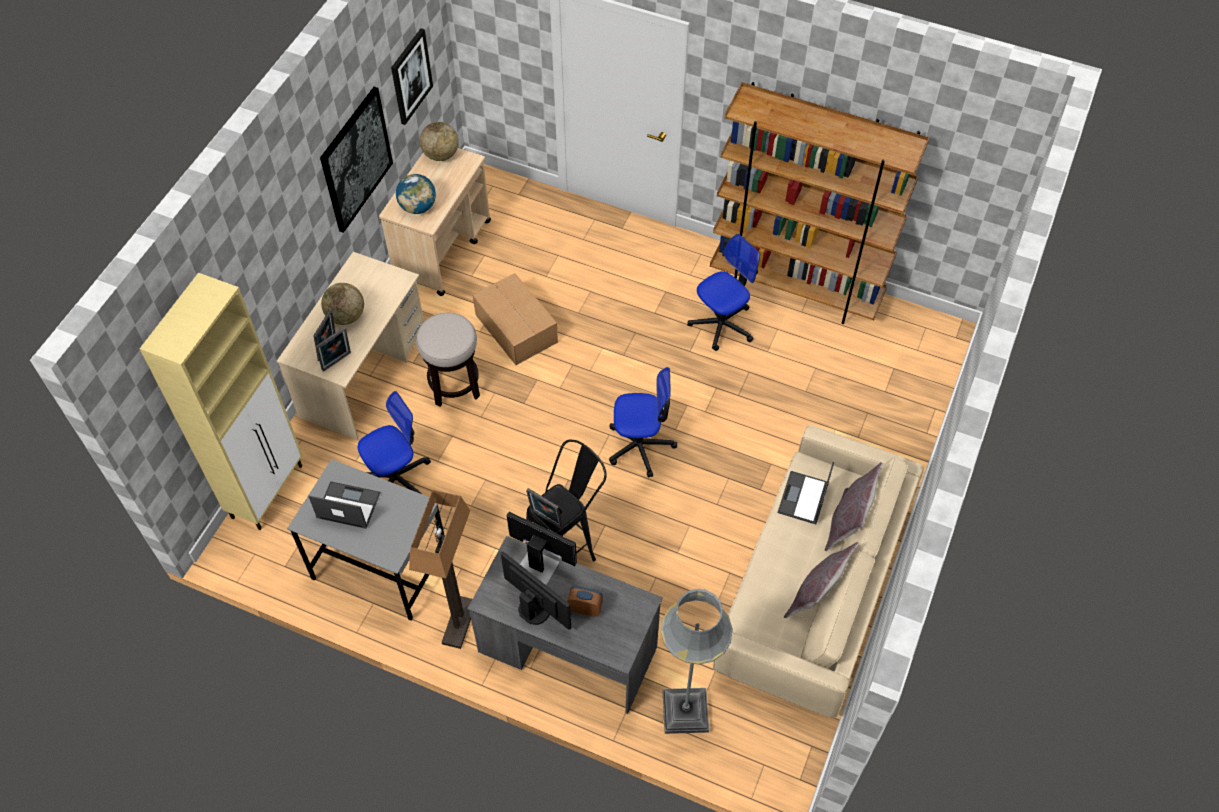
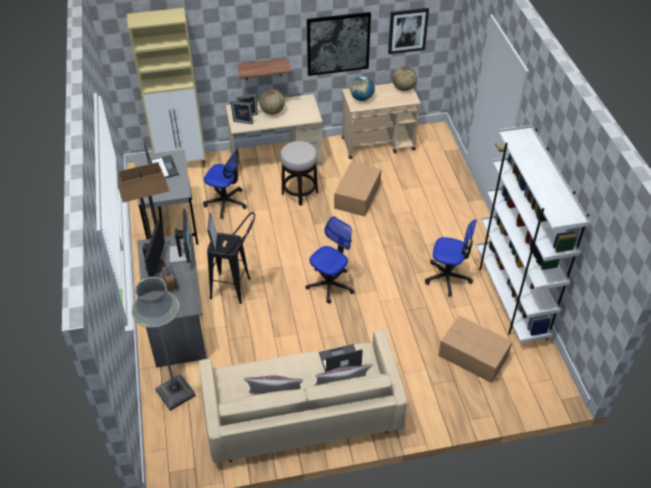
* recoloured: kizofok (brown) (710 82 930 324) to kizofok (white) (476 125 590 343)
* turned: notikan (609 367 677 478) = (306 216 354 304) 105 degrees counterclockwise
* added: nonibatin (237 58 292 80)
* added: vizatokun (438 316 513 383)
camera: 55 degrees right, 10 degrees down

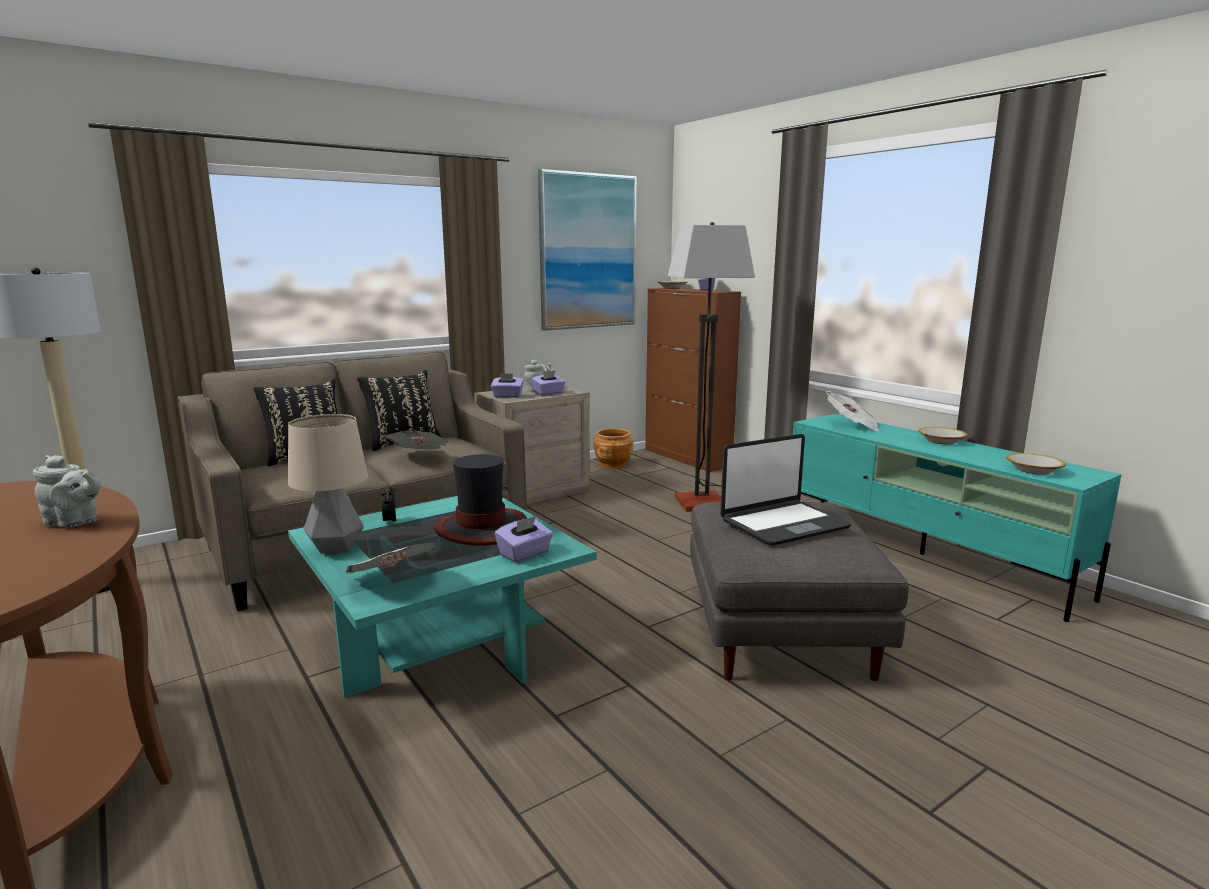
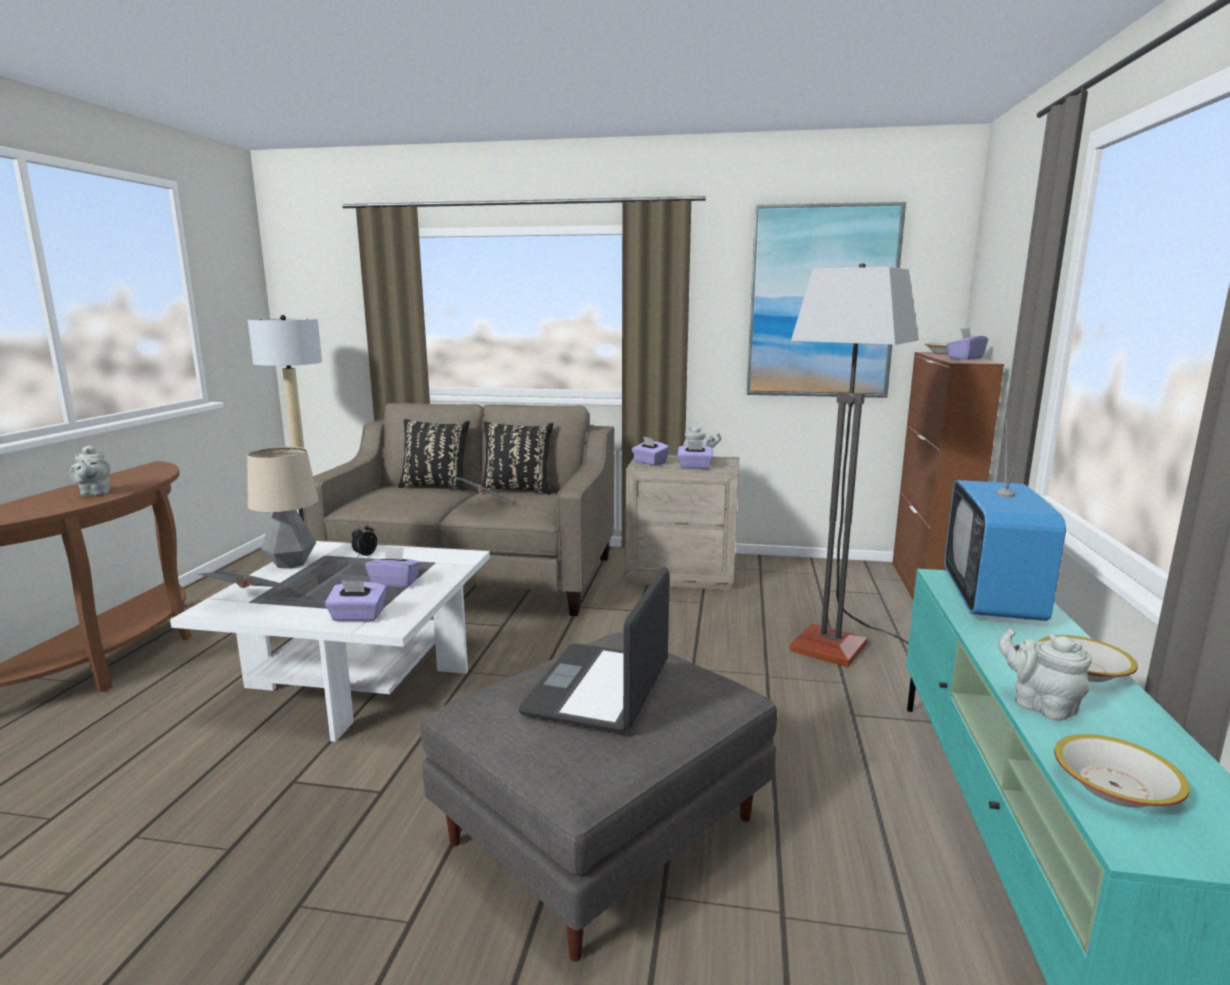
* replaced: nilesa (826 391 879 431) to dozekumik (945 417 1066 621)
* removed: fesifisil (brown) (593 429 634 469)
* turned: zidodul (720 434 851 546) = (519 567 670 733) 90 degrees clockwise
* replaced: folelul (434 454 527 546) to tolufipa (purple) (365 546 421 588)
* recoloured: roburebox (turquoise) (288 496 596 698) to roburebox (white) (170 541 490 742)
* added: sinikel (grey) (998 629 1092 721)
camera: 45 degrees right, 0 degrees up

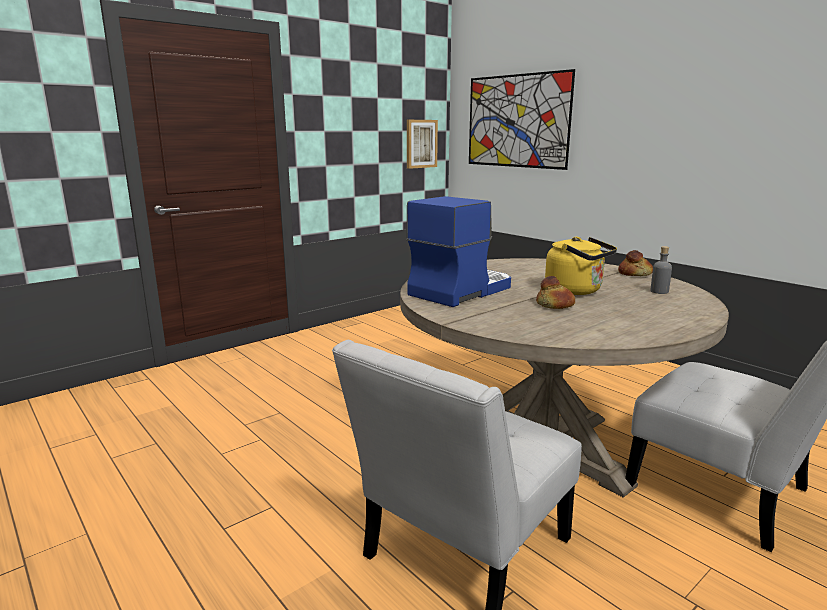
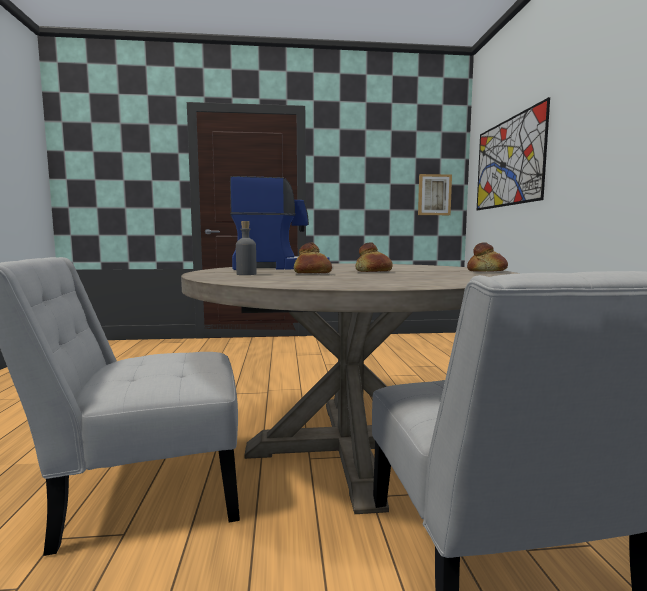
* replaced: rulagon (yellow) (545 237 617 295) to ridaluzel (356 242 393 272)
* moved: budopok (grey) (650 246 672 294) to (236 221 257 275)
camera: 35 degrees right, 10 degrees down

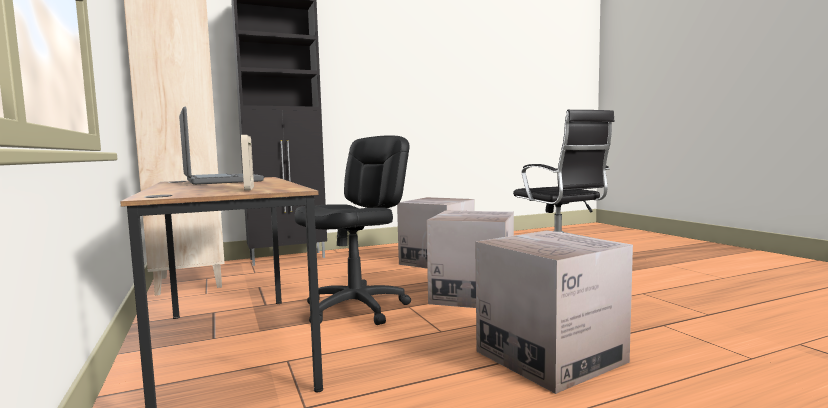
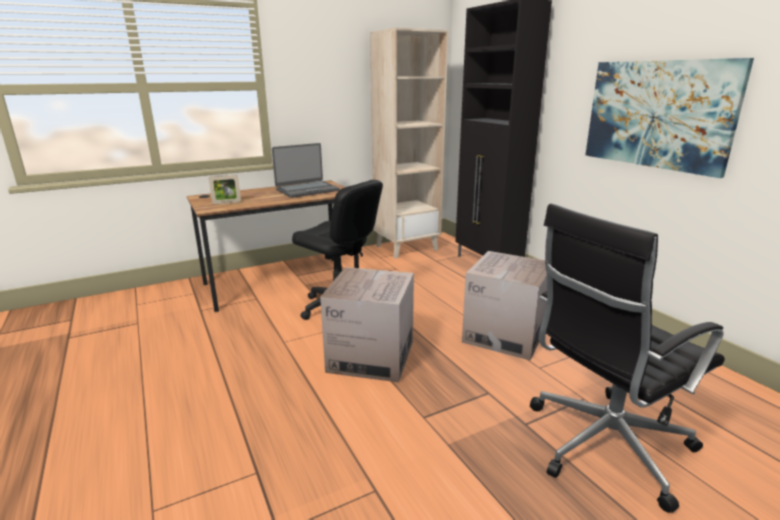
* removed: vizatokun (475 230 633 394)
* added: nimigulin (585 58 754 178)
camera: 85 degrees right, 15 degrees up

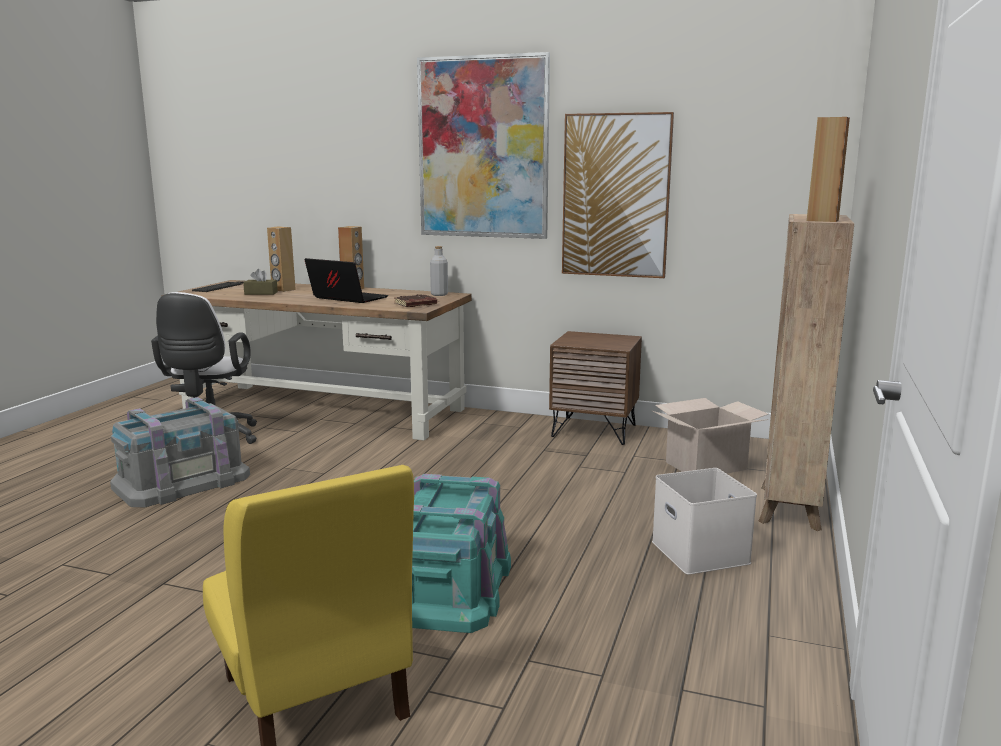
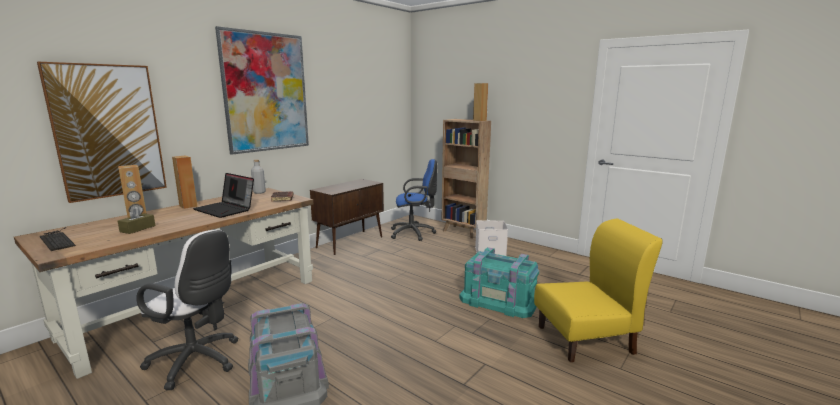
* moved: nimigulin (562 112 674 278) to (37 62 167 203)
* turned: zidodul (304 258 388 303) = (193 173 254 218) 105 degrees counterclockwise
* replaced: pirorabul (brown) (549 331 642 445) to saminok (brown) (310 179 384 255)
* replaced: vizatokun (652 398 768 474) to notikan (blue) (391 159 437 241)
camera: 70 degrees left, 0 degrees up

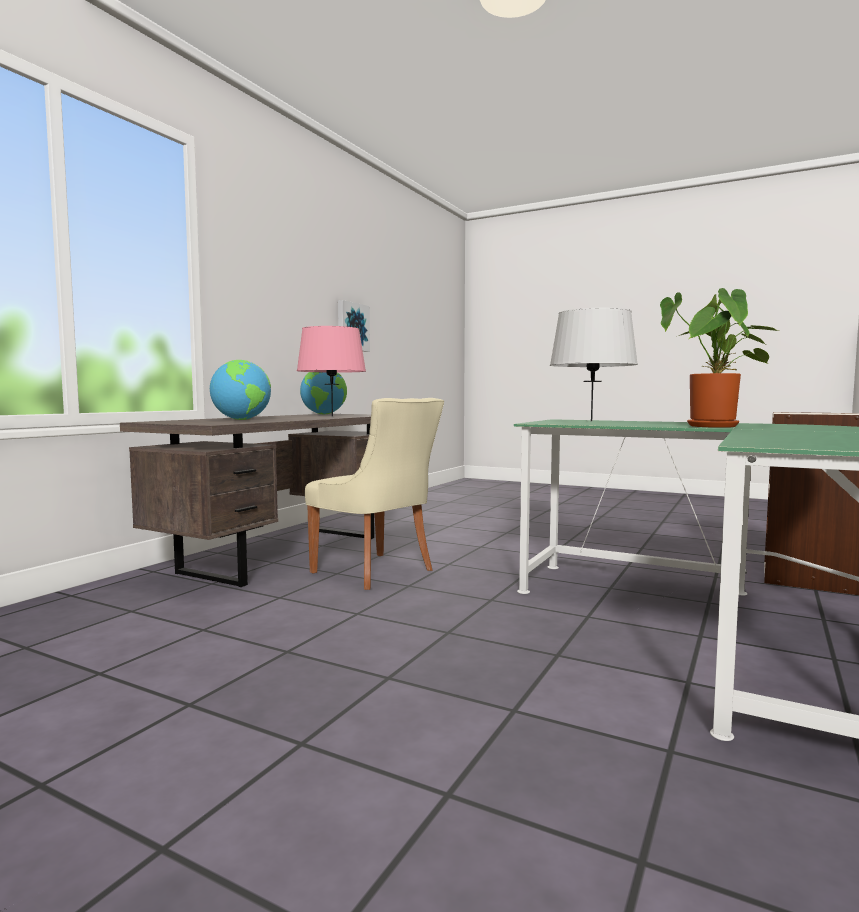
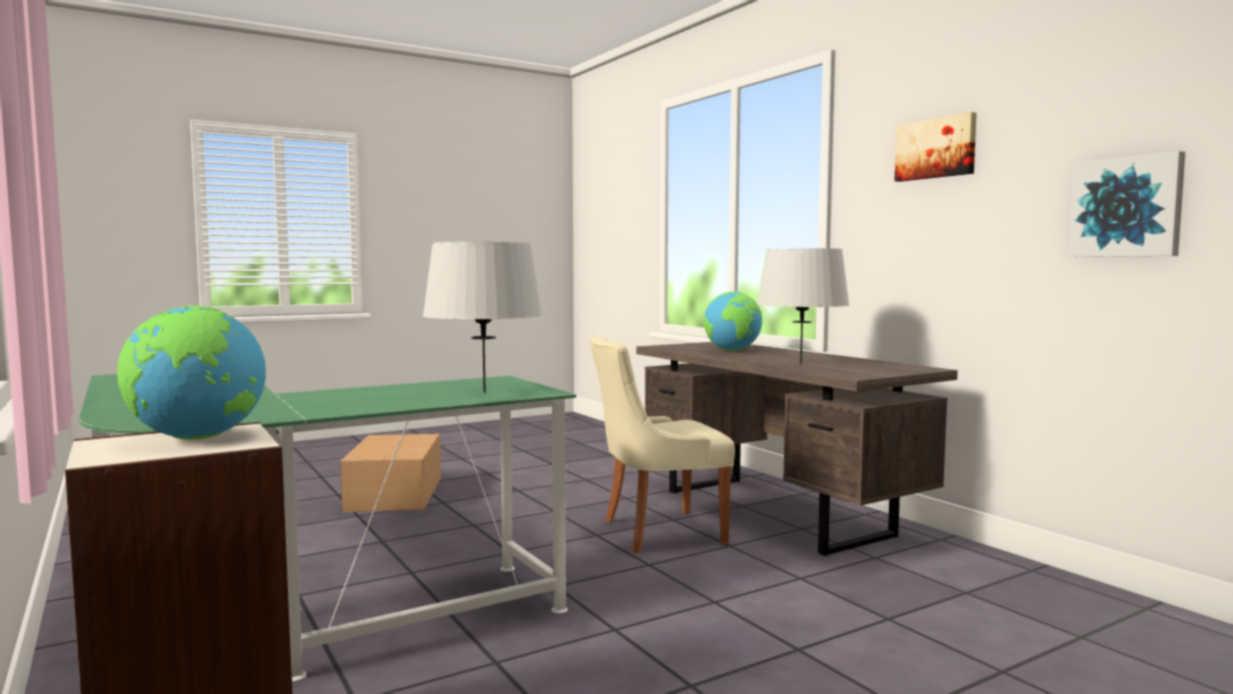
* removed: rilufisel (660 288 778 428)
* recoloured: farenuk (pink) (297 326 366 417) to farenuk (grey) (756 248 850 364)
* moved: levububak (300 372 347 414) to (117 306 266 440)
* added: nimigulin (894 112 977 182)
* added: vizatokun (340 434 441 512)
camera: 120 degrees right, 0 degrees up

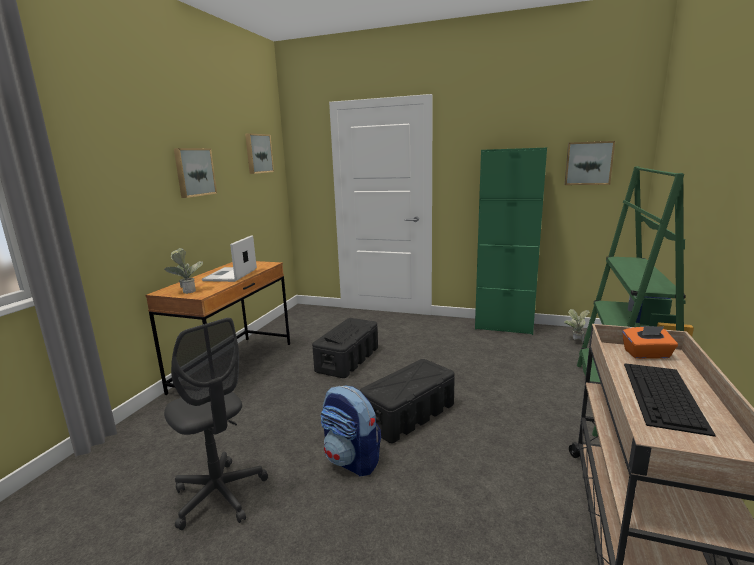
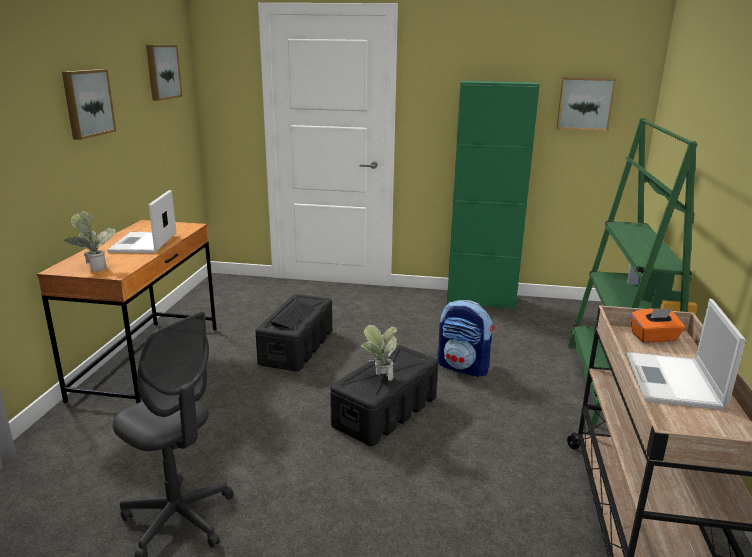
* moved: rilufisel (564 309 590 343) to (361 325 397 381)
* replaced: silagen (624 363 716 437) to zidodul (625 298 746 410)
* moved: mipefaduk (321 386 381 476) to (437 300 494 377)
camera: 10 degrees left, 5 degrees up

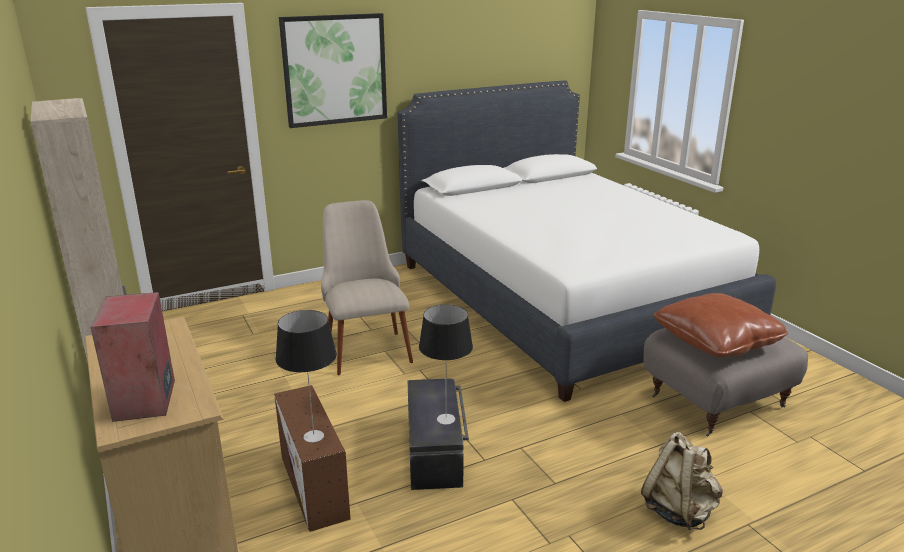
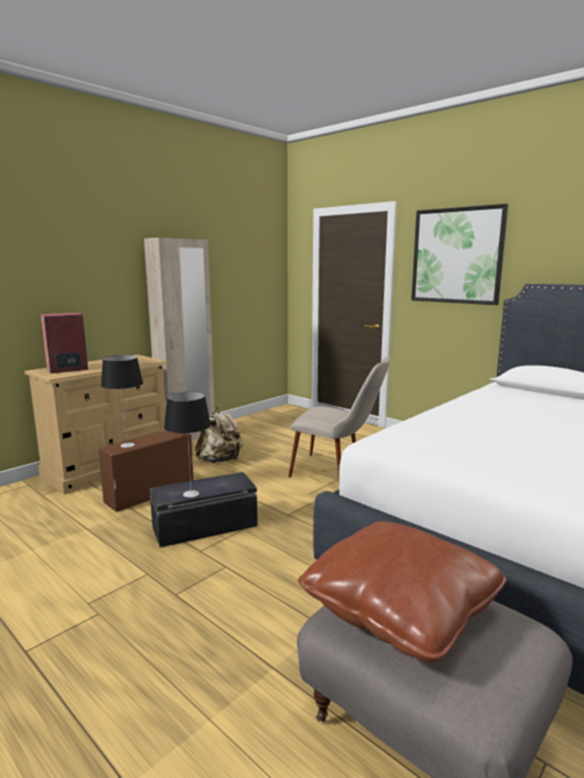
* turned: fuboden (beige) (321 200 413 375) = (288 357 390 479) 60 degrees clockwise
* moved: mipefaduk (beige) (641 432 723 530) to (195 407 244 463)
camera: 70 degrees right, 10 degrees down

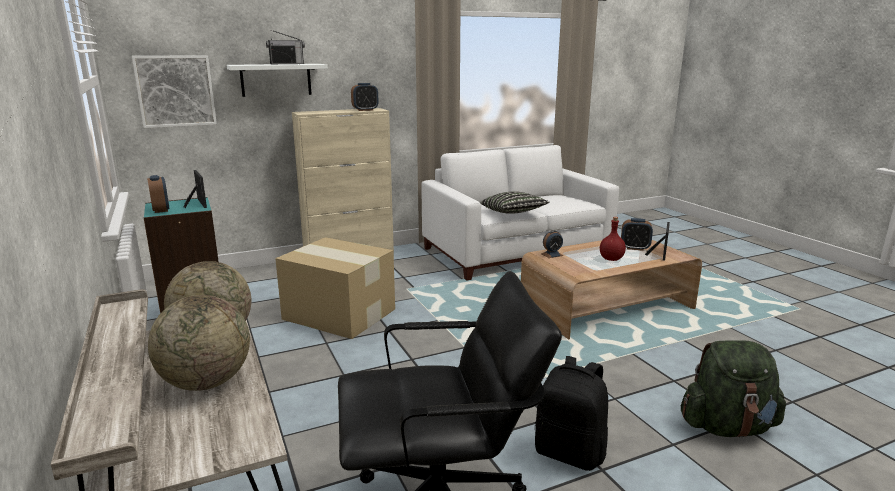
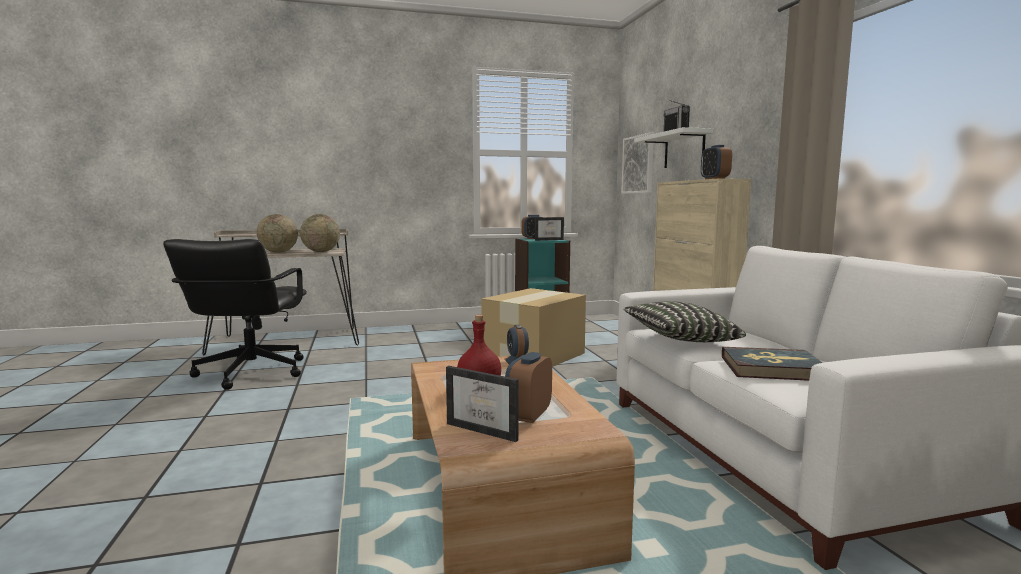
* removed: mipefaduk (green) (681 340 786 438)
* removed: mipefaduk (black) (535 356 608 471)
* added: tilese (722 347 822 381)
camera: 100 degrees right, 10 degrees down

